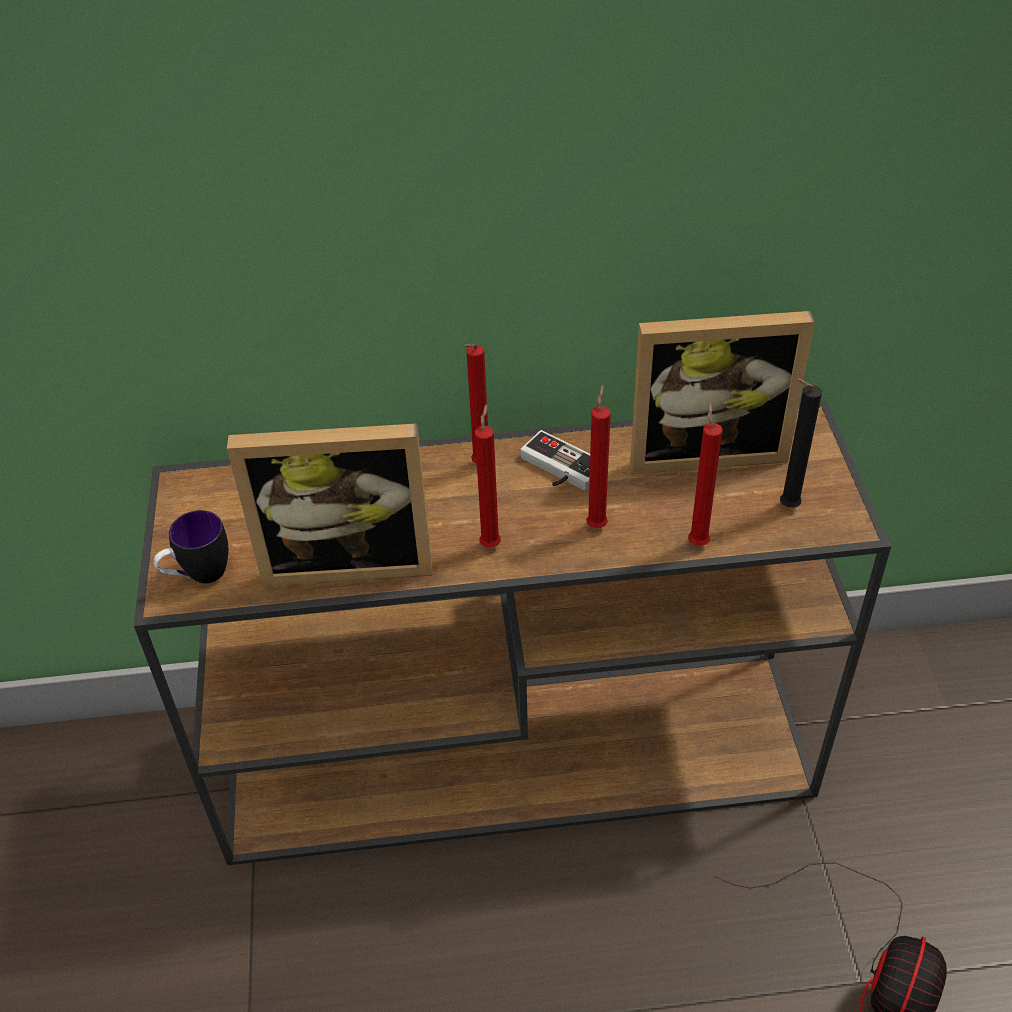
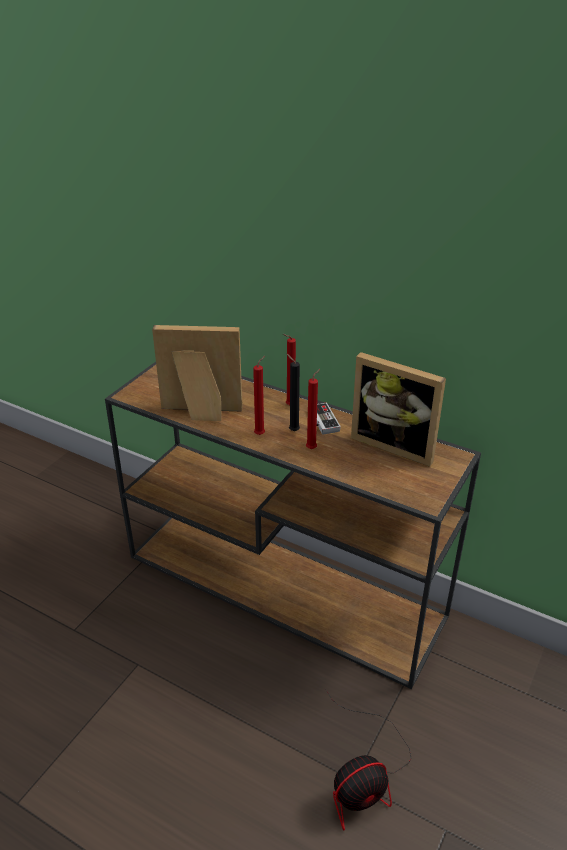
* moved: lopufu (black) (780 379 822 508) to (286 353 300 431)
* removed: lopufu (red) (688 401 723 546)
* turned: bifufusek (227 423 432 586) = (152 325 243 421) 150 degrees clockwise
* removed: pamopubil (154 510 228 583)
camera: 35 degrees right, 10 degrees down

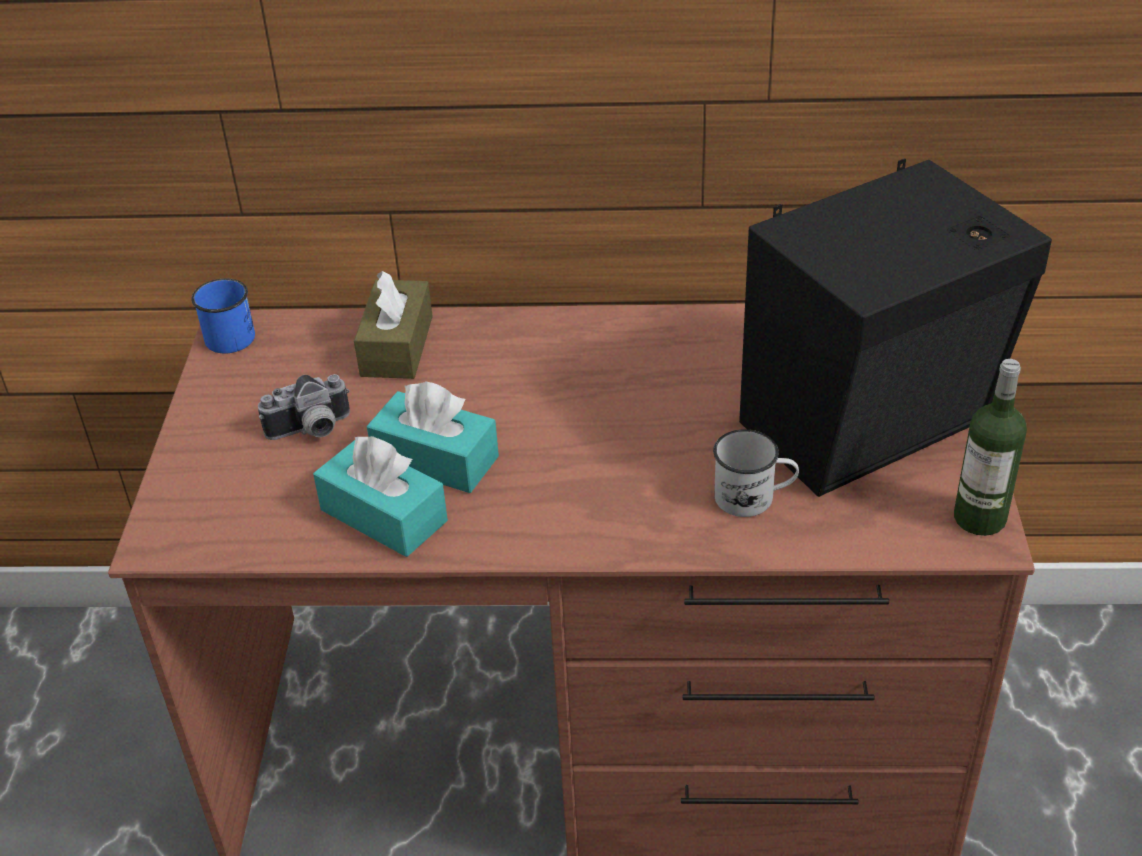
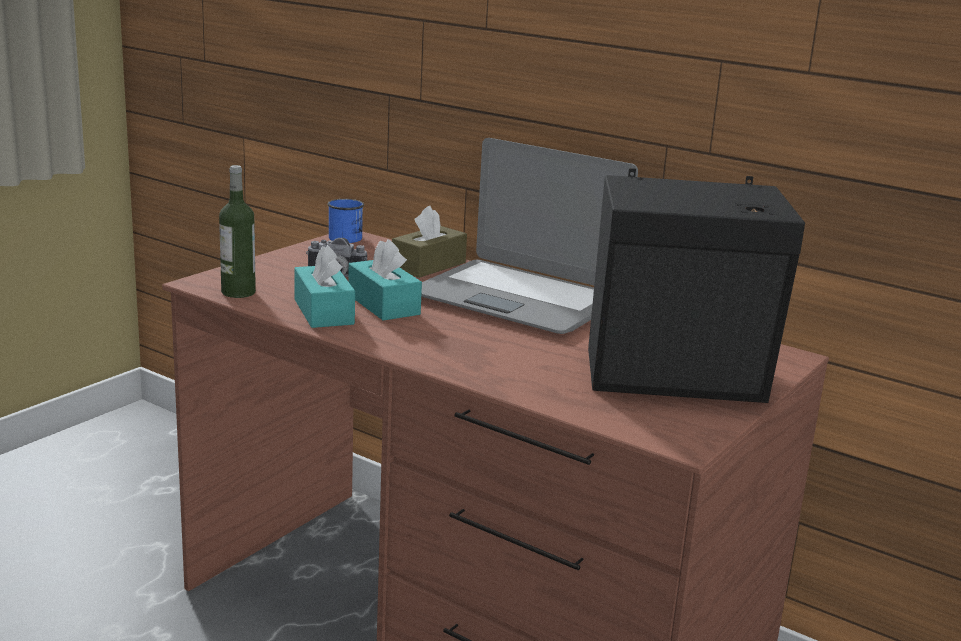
* moved: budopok (954 359 1027 536) to (219 165 256 298)
* removed: pamopubil (white) (713 429 799 517)
* added: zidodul (421 138 638 334)
camera: 30 degrees right, 20 degrees down

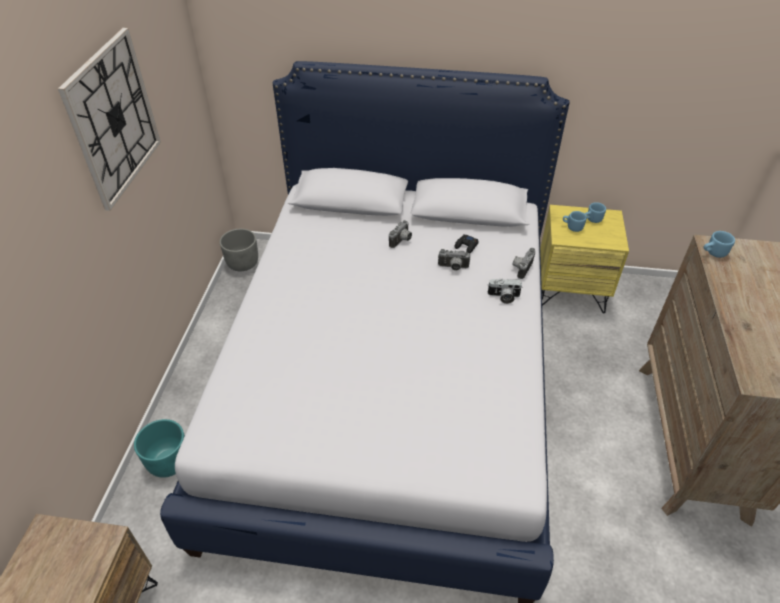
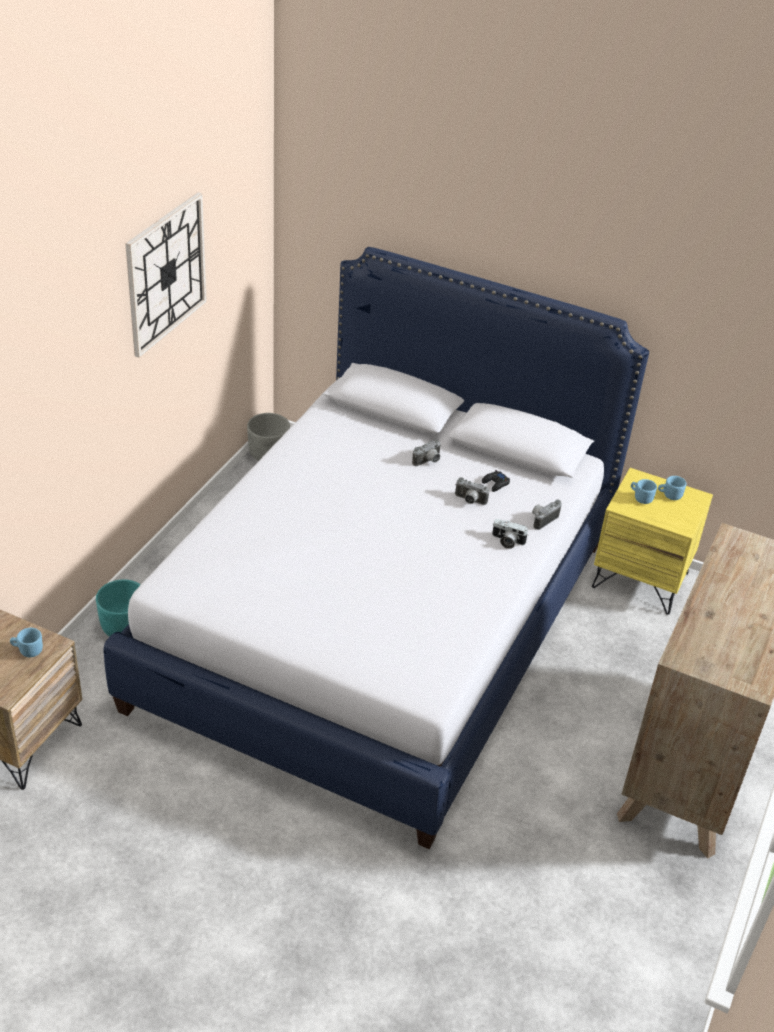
* moved: pamopubil (blue) (703 231 735 258) to (10 628 43 657)
camera: 15 degrees right, 5 degrees down

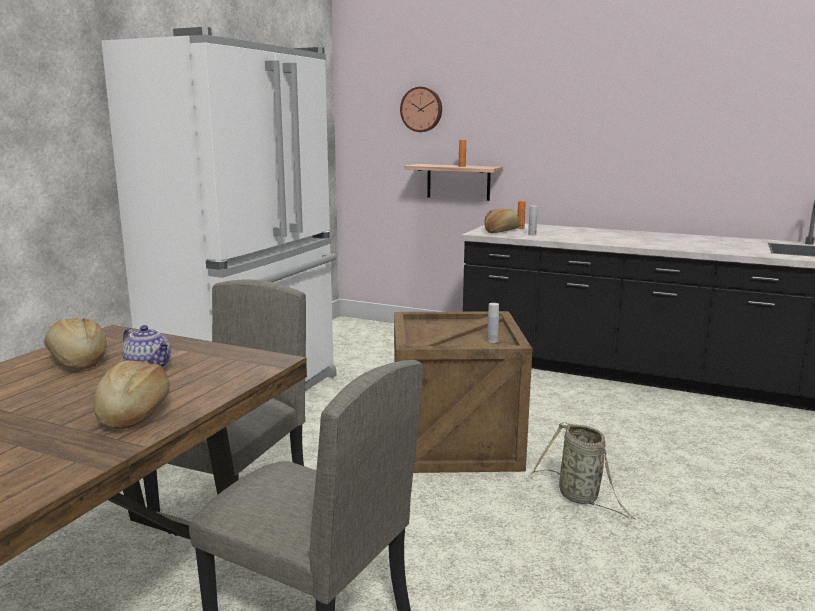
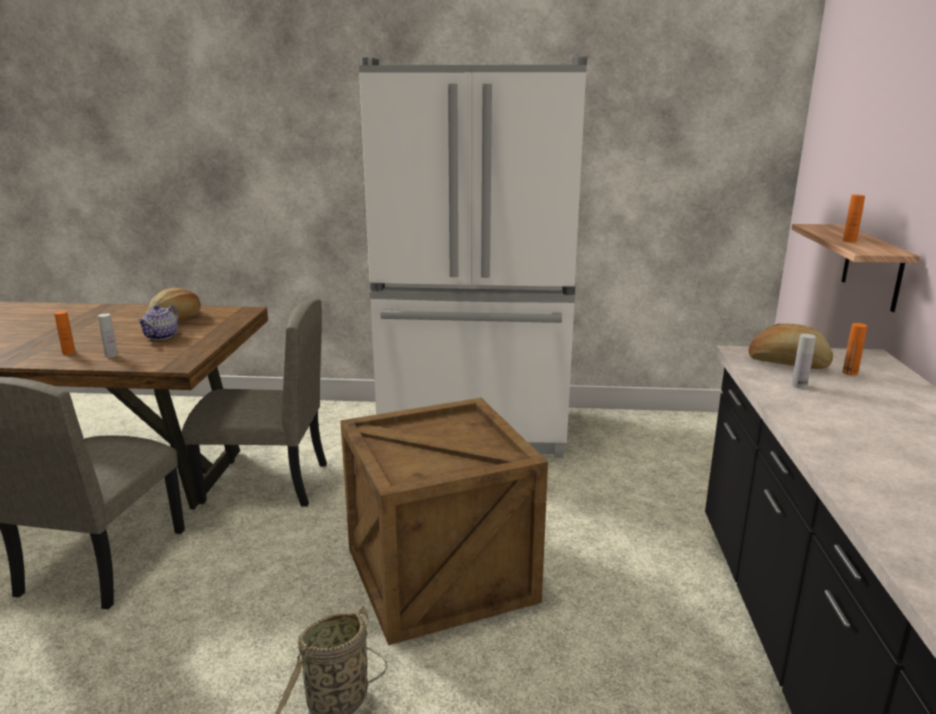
* removed: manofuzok (400 87 442 132)
* moved: budopok (white) (487 303 499 343) to (98 313 118 358)
* replaced: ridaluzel (93 360 170 429) to budopok (orange) (54 311 76 355)
camera: 70 degrees right, 5 degrees up

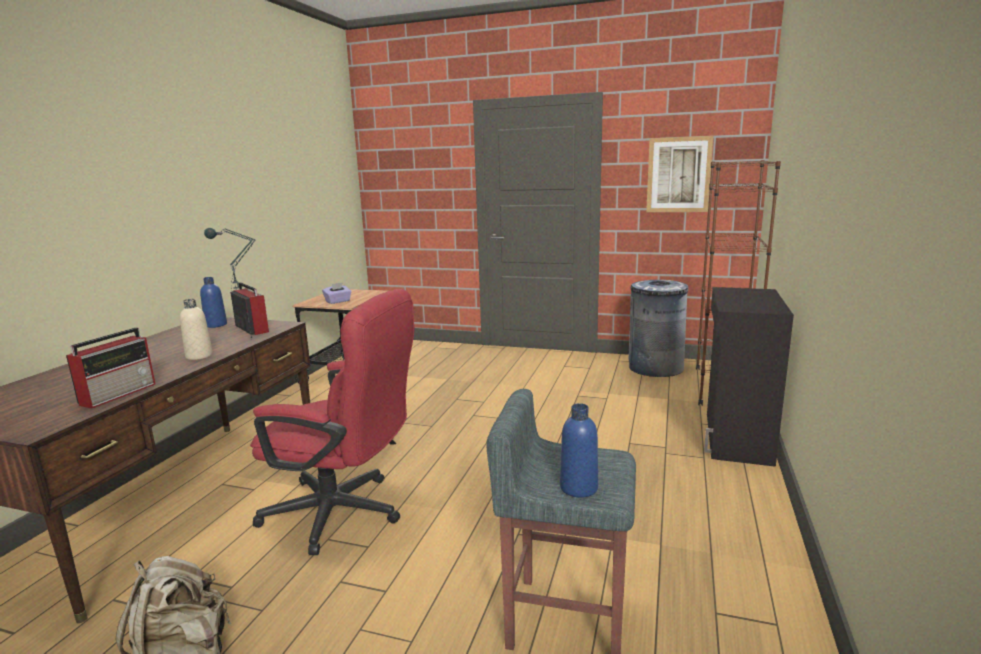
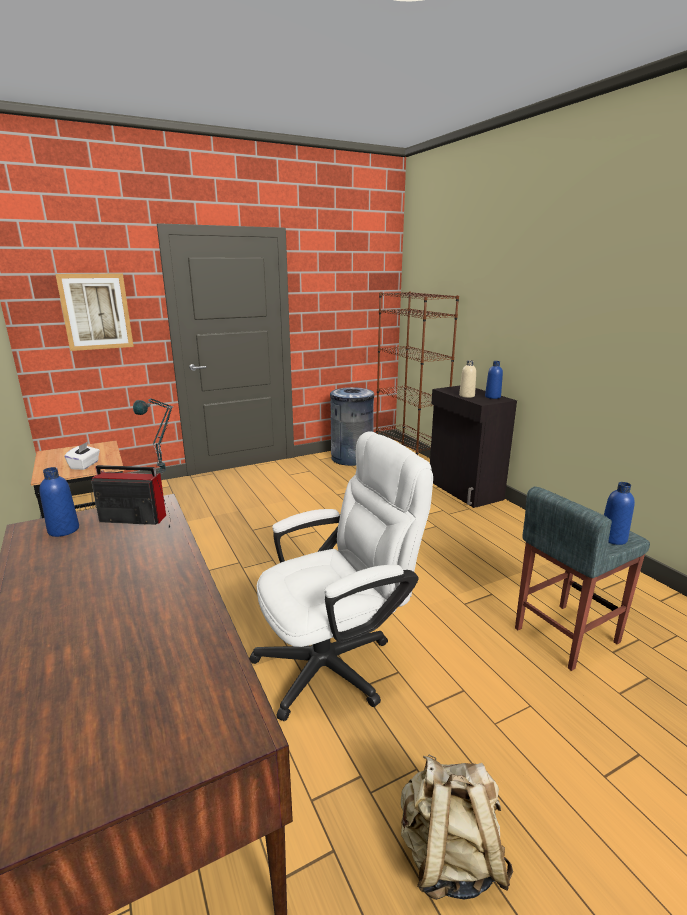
* moved: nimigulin (646 136 713 212) to (55 273 134 351)
* recoloured: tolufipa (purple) (322 283 352 304) to tolufipa (white) (64 442 100 470)
* recoloured: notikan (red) (250 289 414 555) to notikan (white) (249 431 433 722)
* moved: budopok (beige) (180 299 213 360) to (459 360 476 398)
* removed: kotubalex (66 328 155 409)
* added: budopok (blue) (485 361 503 399)
camera: 45 degrees left, 5 degrees up

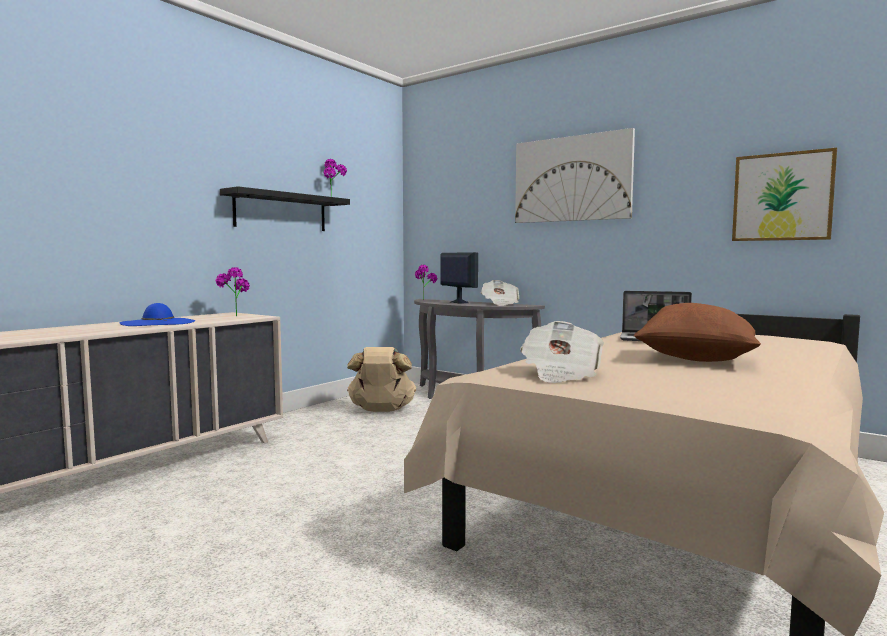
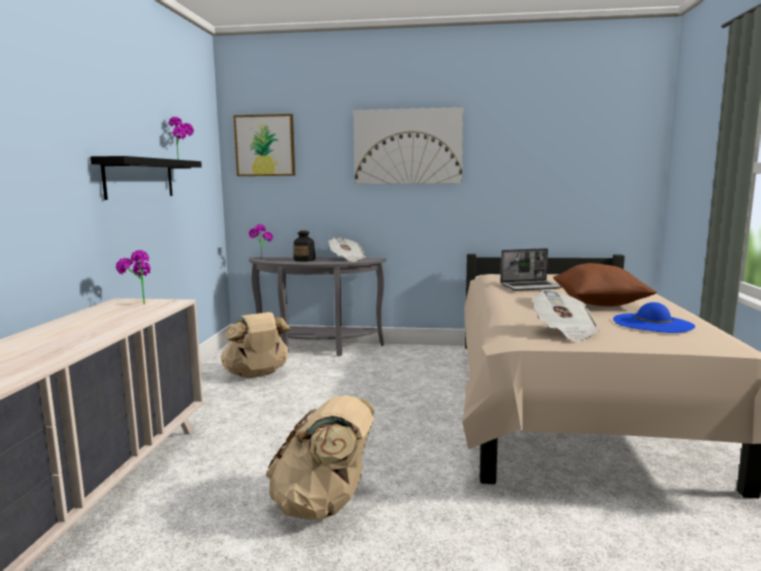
* moved: nimigulin (732 148 837 241) to (233 114 295 176)
* replaced: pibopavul (440 252 478 303) to budopok (293 230 315 262)
* moved: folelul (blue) (120 303 195 326) to (613 302 695 333)
* added: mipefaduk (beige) (265 395 374 520)
camera: 30 degrees left, 5 degrees up

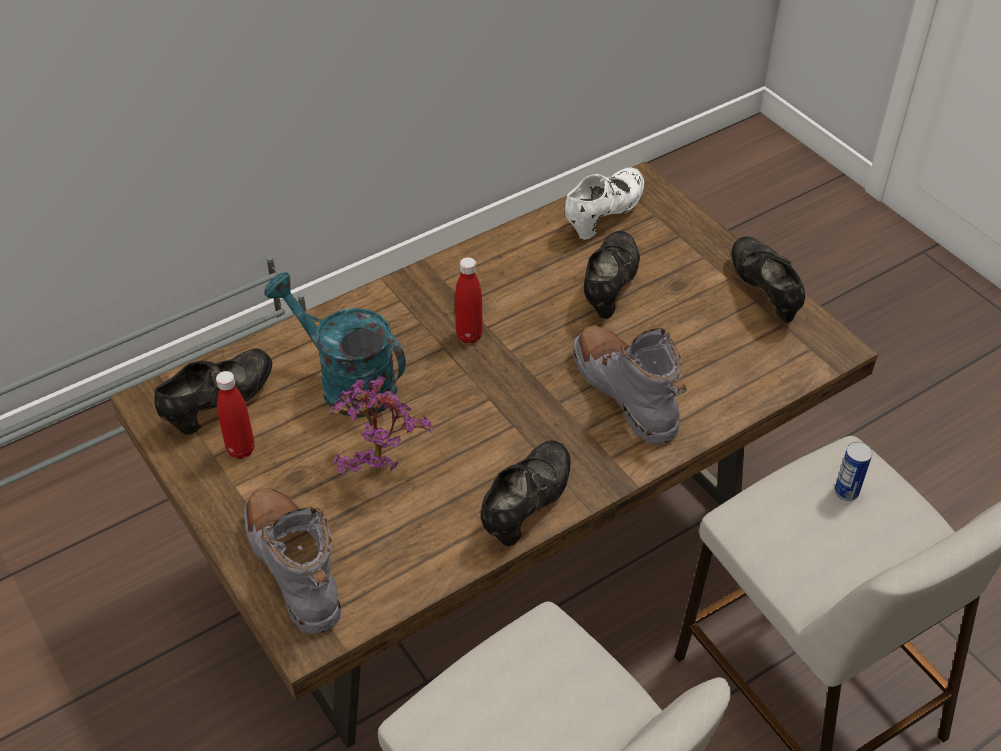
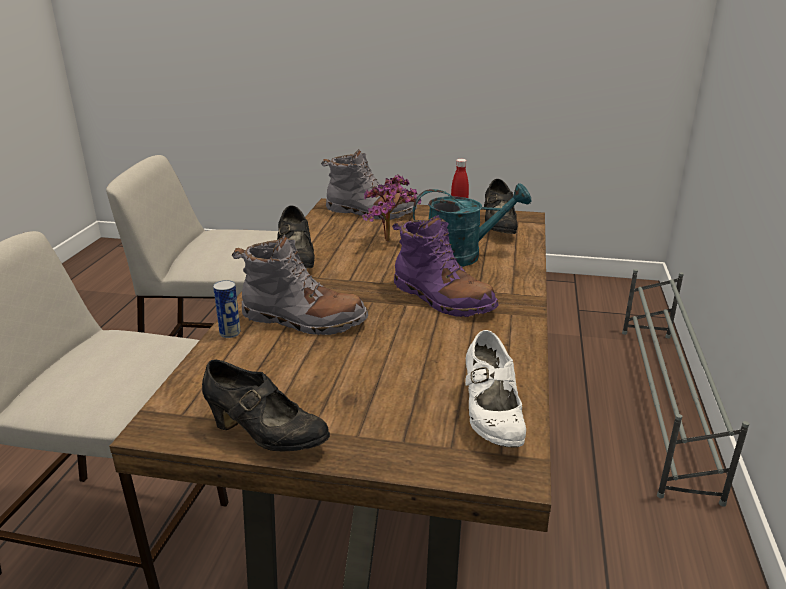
* removed: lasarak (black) (584 231 640 319)
* replaced: budopok (red) (455 257 483 343) to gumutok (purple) (392 215 499 317)
* moved: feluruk (835 442 872 501) to (213 280 241 338)
camera: 135 degrees right, 20 degrees down

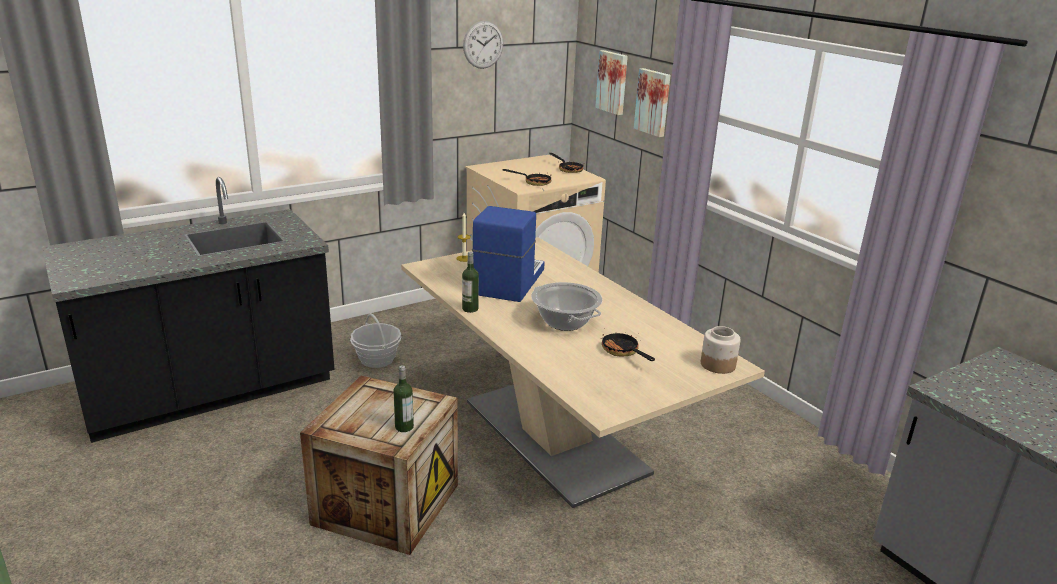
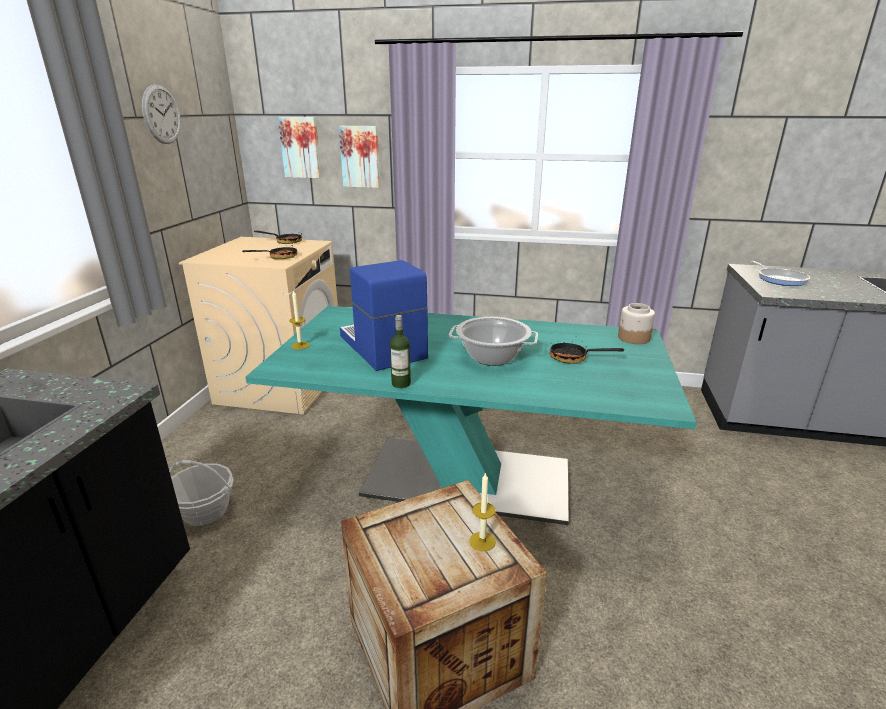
* recoloured: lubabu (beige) (401 237 765 508) to lubabu (turquoise) (246 306 697 525)
* replaced: budopok (393 365 414 432) to lopufu (469 472 496 551)
* added: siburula (751 261 810 286)
camera: 45 degrees left, 0 degrees up

